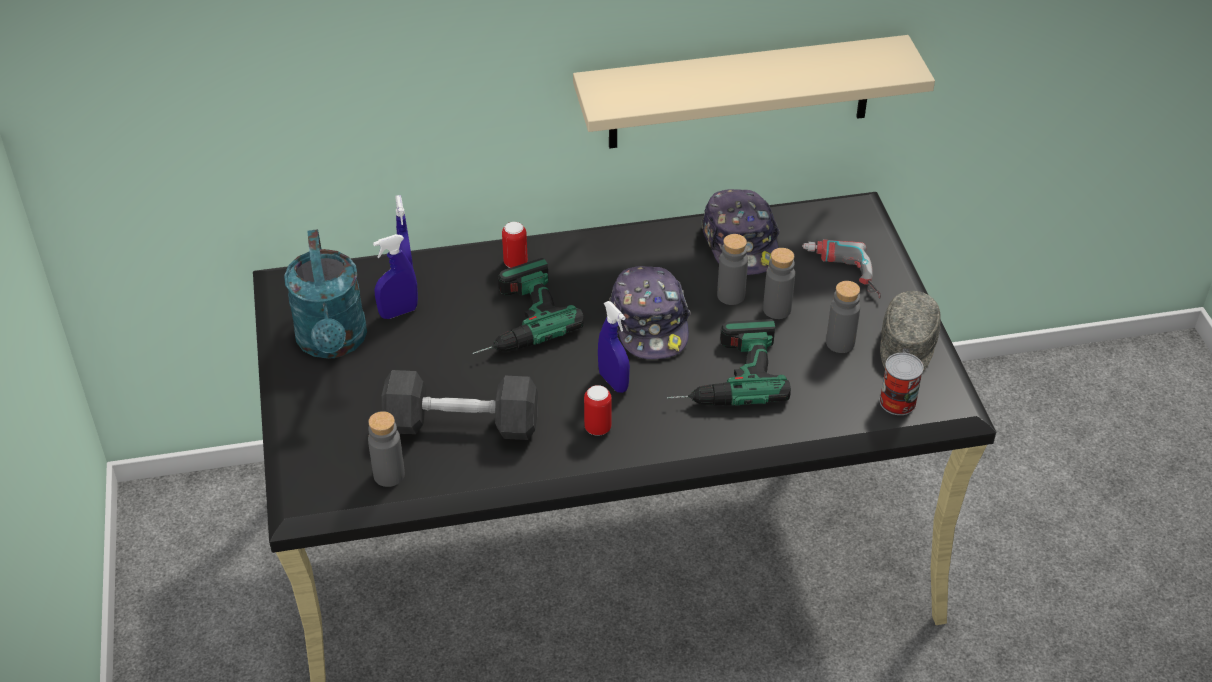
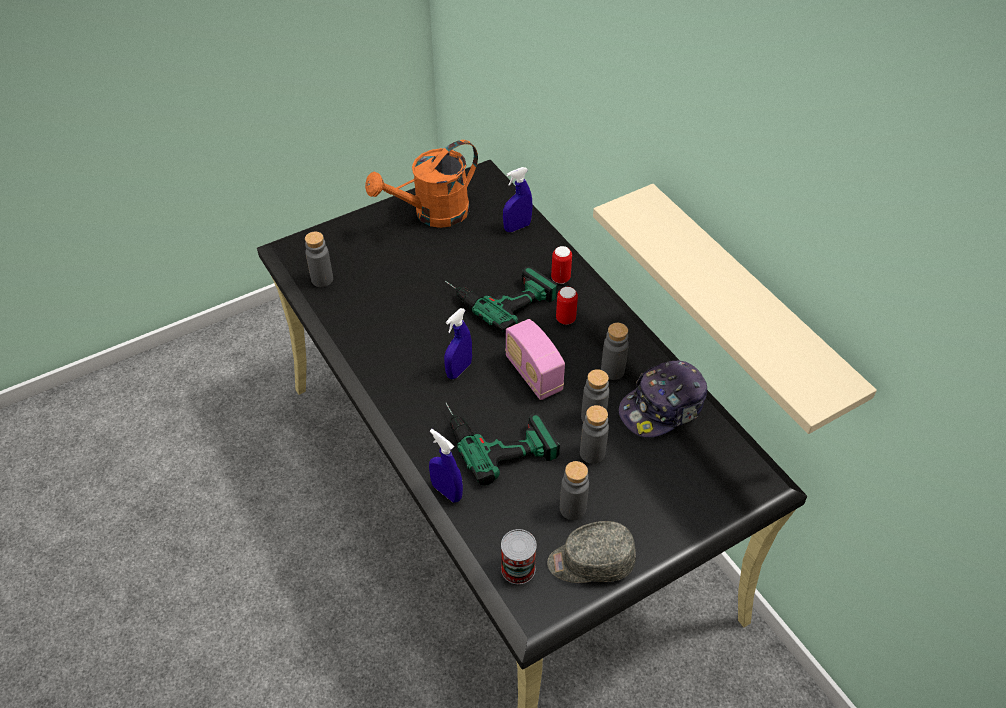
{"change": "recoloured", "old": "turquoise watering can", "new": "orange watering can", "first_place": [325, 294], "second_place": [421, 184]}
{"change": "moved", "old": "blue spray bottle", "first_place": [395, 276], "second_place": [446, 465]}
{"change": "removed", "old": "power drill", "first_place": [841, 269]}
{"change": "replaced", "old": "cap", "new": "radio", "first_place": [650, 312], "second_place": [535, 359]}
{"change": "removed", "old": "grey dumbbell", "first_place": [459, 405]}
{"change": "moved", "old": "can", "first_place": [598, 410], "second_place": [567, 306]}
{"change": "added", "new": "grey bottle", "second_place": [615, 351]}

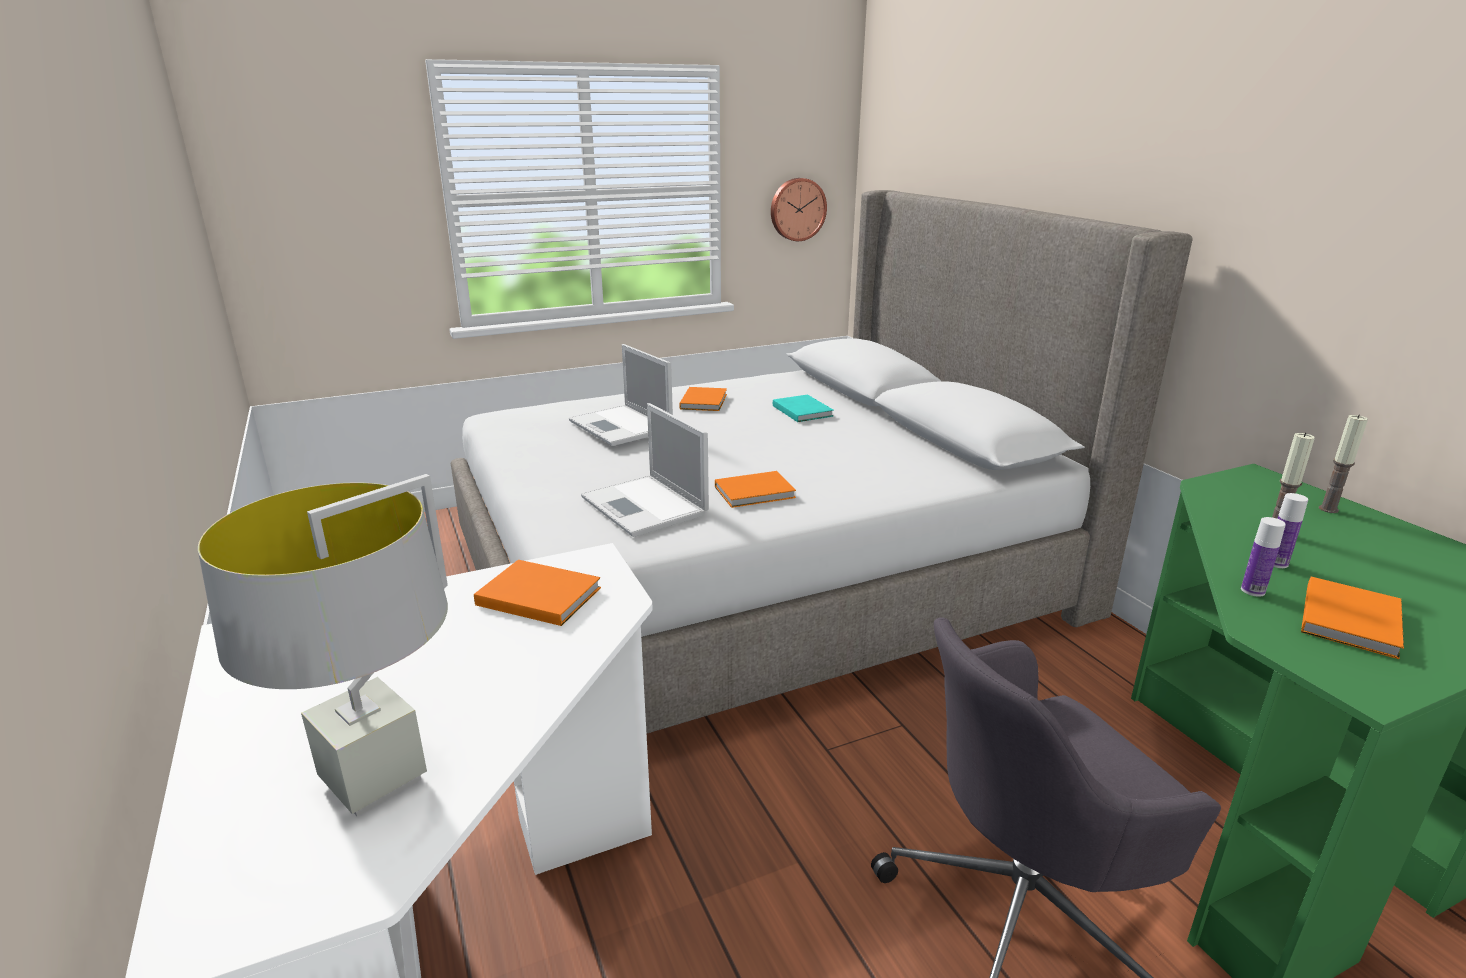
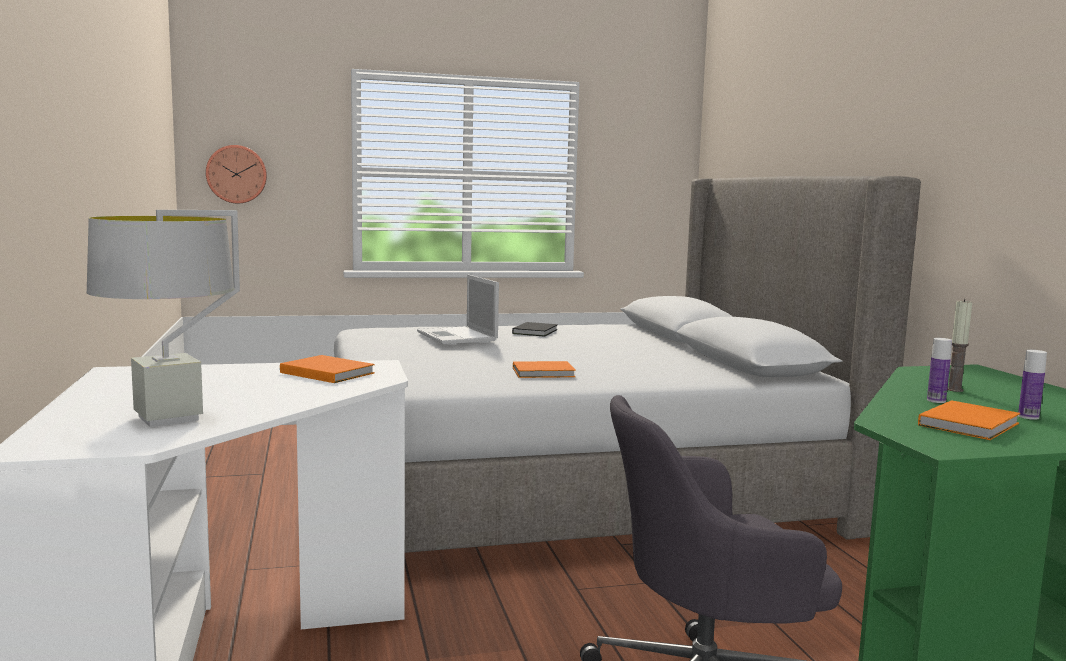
{"change": "moved", "old": "wall clock", "first_place": [799, 209], "second_place": [236, 174]}
{"change": "recoloured", "old": "orange book", "new": "black book", "first_place": [703, 399], "second_place": [535, 329]}
{"change": "removed", "old": "turquoise book", "first_place": [803, 408]}
{"change": "removed", "old": "laptop", "first_place": [645, 470]}
{"change": "removed", "old": "candle", "first_place": [1343, 463]}
{"change": "moved", "old": "bottle", "first_place": [1263, 557], "second_place": [1032, 385]}

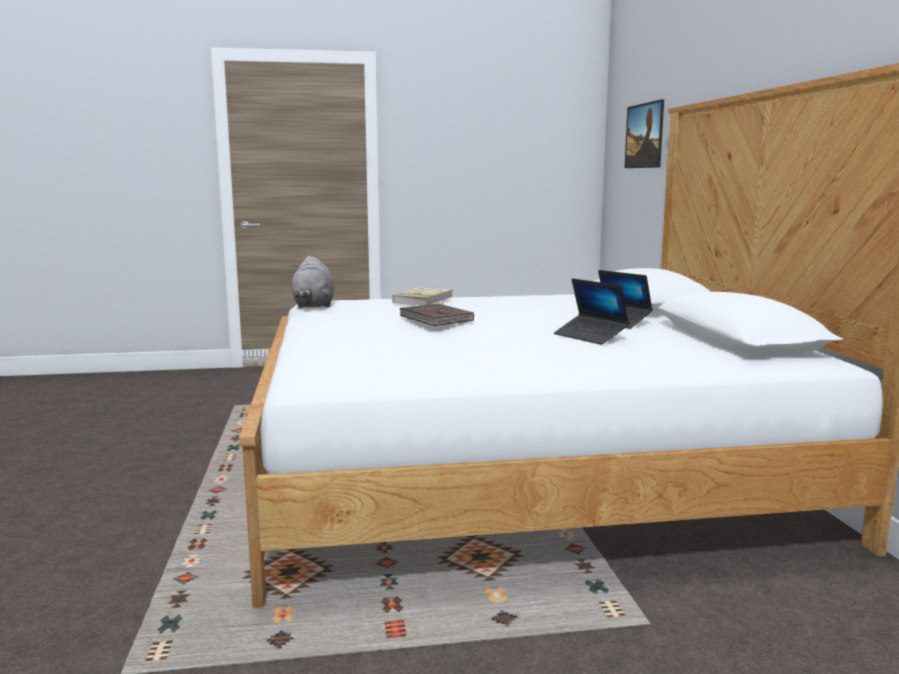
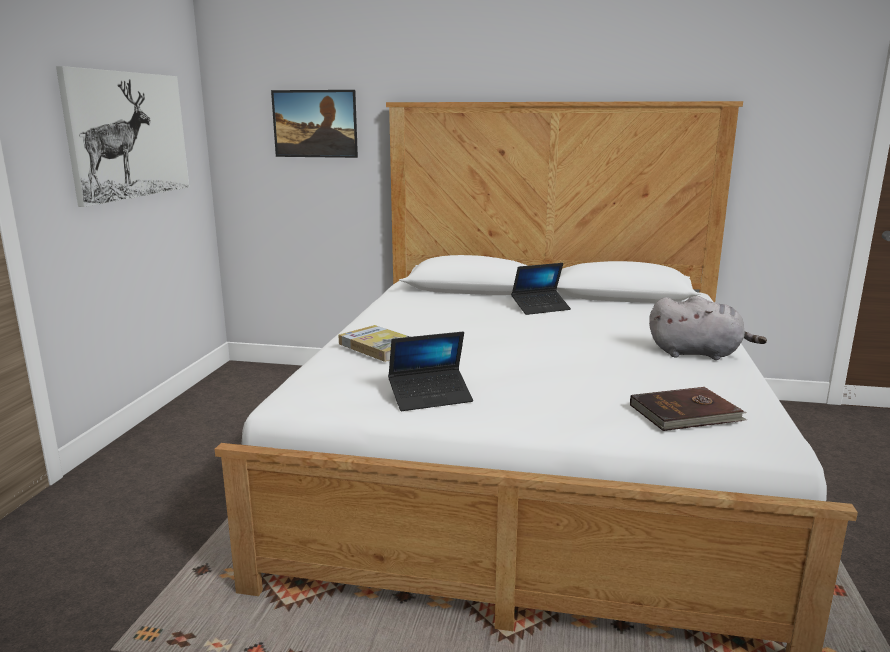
{"change": "moved", "old": "grey plush toy", "first_place": [313, 282], "second_place": [708, 328]}
{"change": "moved", "old": "laptop", "first_place": [592, 311], "second_place": [430, 371]}
{"change": "moved", "old": "brown book", "first_place": [436, 314], "second_place": [688, 409]}
{"change": "added", "new": "picture", "second_place": [122, 136]}

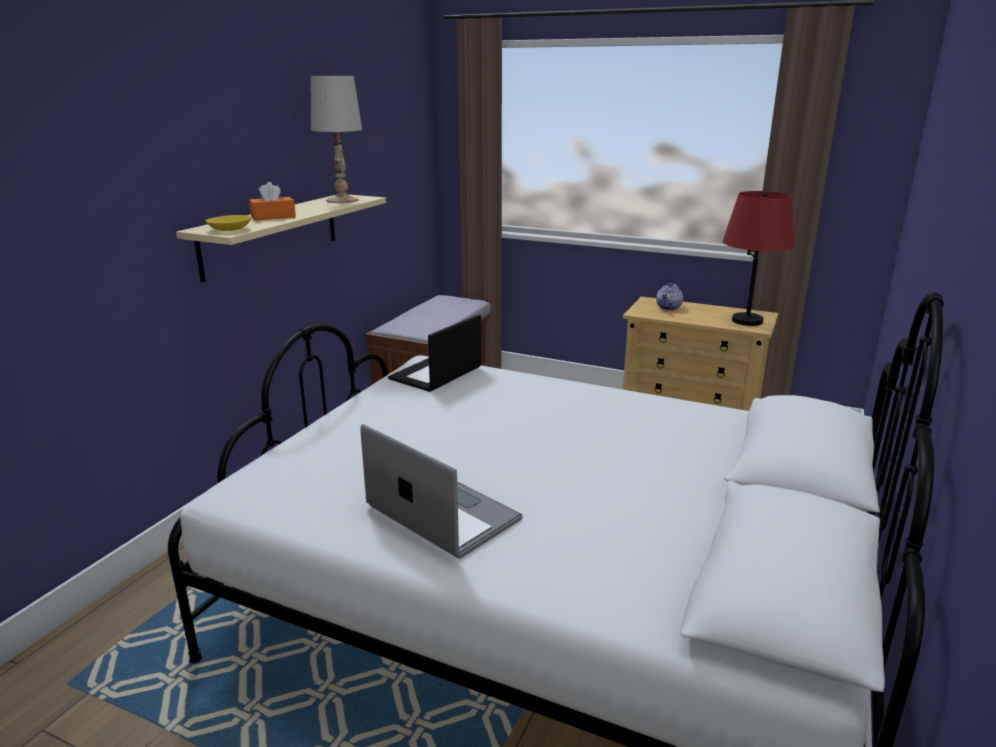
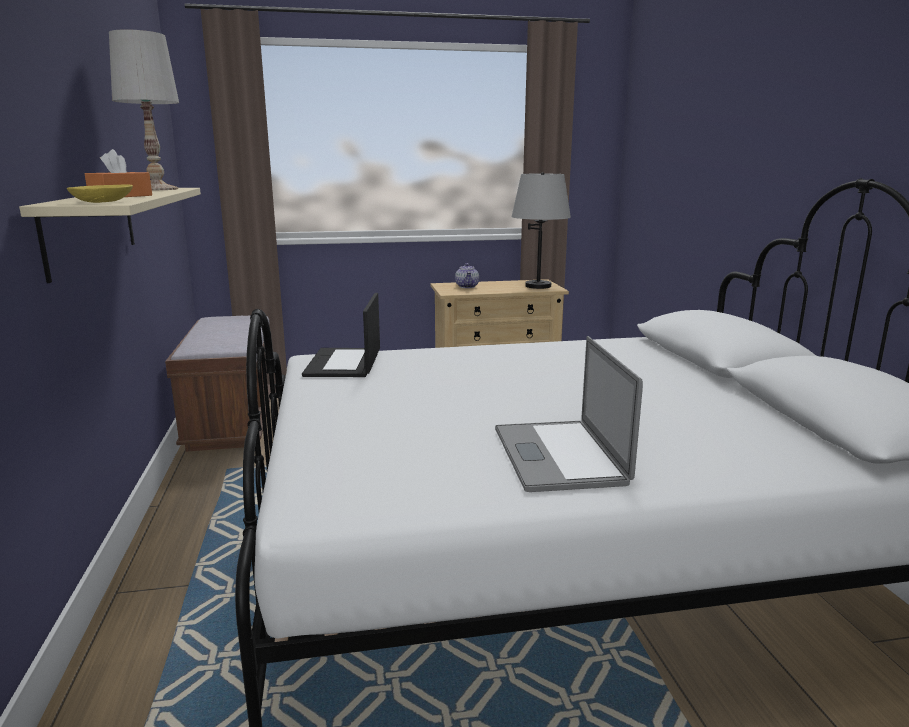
{"change": "recoloured", "old": "red table lamp", "new": "grey table lamp", "first_place": [758, 258], "second_place": [541, 230]}
{"change": "turned", "old": "laptop", "first_place": [441, 491], "second_place": [569, 414], "degrees": -105}

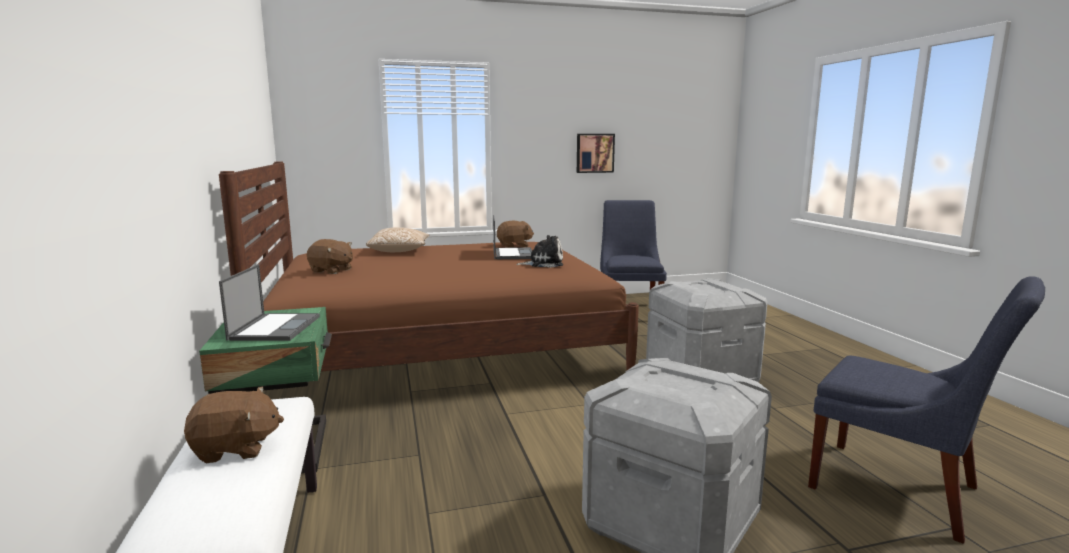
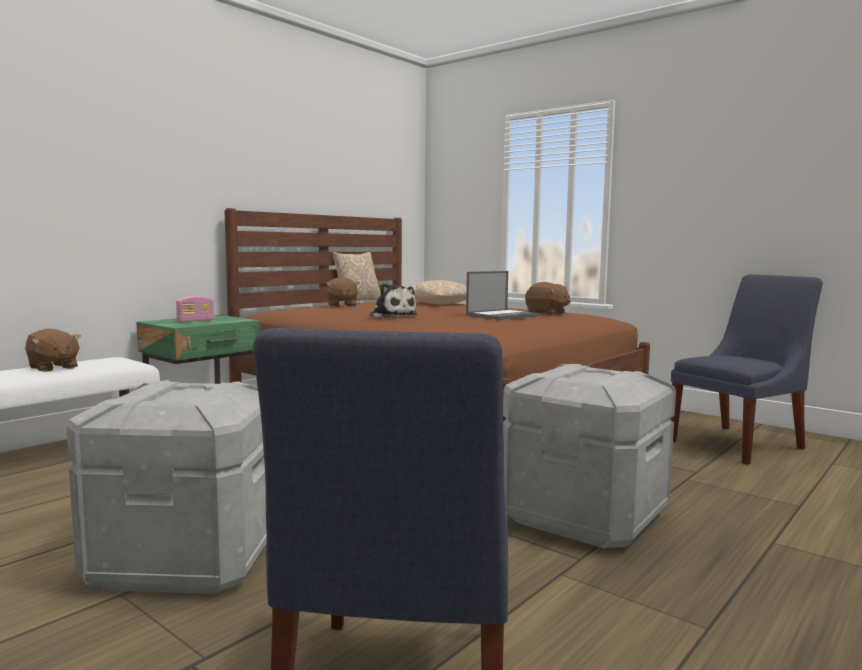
{"change": "removed", "old": "picture", "first_place": [596, 153]}
{"change": "moved", "old": "plush toy", "first_place": [539, 251], "second_place": [393, 300]}
{"change": "replaced", "old": "laptop", "new": "radio", "first_place": [269, 302], "second_place": [195, 309]}
{"change": "added", "new": "pillow", "second_place": [356, 276]}

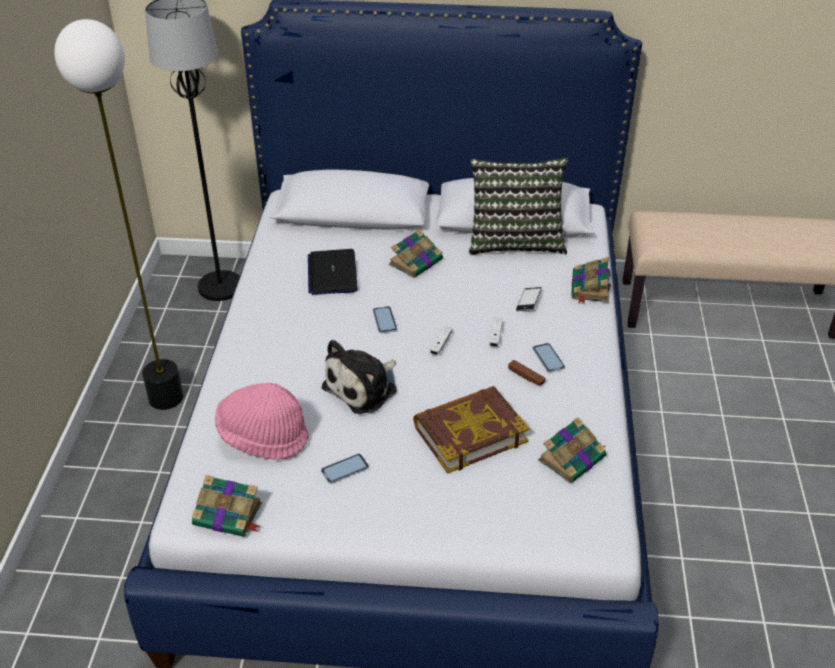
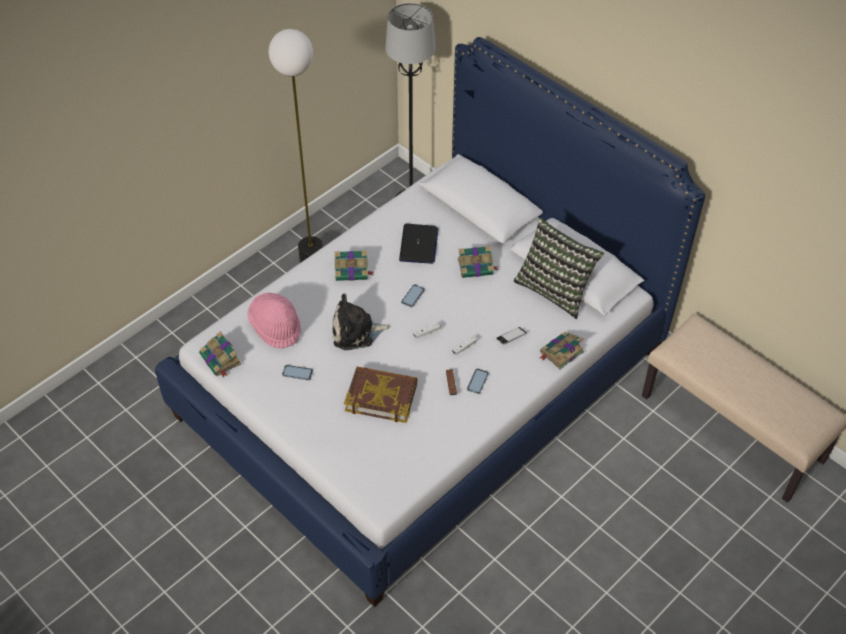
{"change": "turned", "old": "laptop", "first_place": [333, 272], "second_place": [419, 243], "degrees": 150}
{"change": "moved", "old": "book", "first_place": [572, 450], "second_place": [354, 265]}

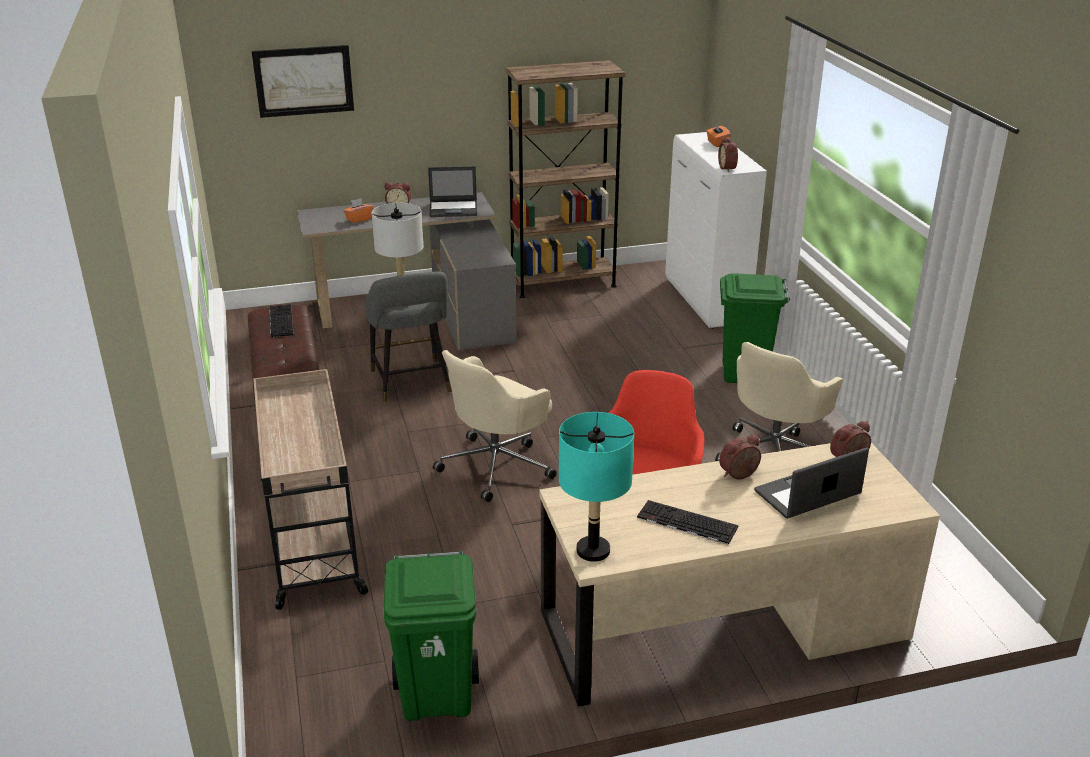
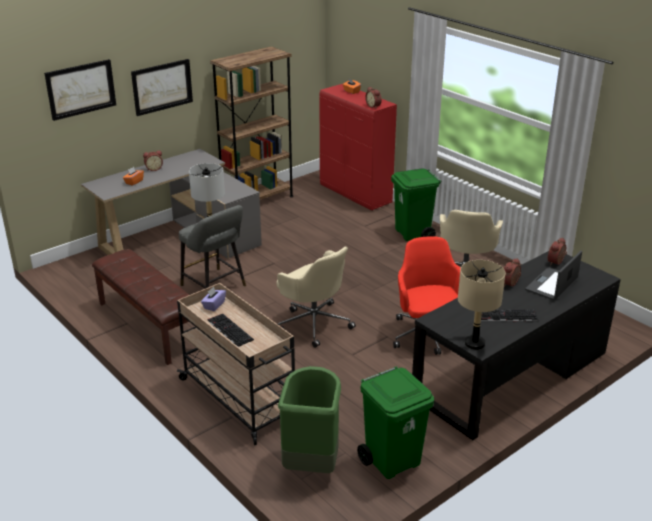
{"change": "recoloured", "old": "white cabinet", "new": "red cabinet", "first_place": [716, 230], "second_place": [358, 147]}
{"change": "removed", "old": "laptop", "first_place": [452, 191]}
{"change": "moved", "old": "keyboard", "first_place": [281, 321], "second_place": [230, 330]}
{"change": "turned", "old": "beige office chair", "first_place": [495, 426], "second_place": [316, 297], "degrees": -60}
{"change": "recoloured", "old": "turquoise table lamp", "new": "beige table lamp", "first_place": [596, 487], "second_place": [481, 305]}
{"change": "recoloured", "old": "beige desk", "new": "black desk", "first_place": [739, 575], "second_place": [516, 345]}
{"change": "added", "new": "picture", "second_place": [162, 87]}
{"change": "added", "new": "purple tissue box", "second_place": [213, 299]}
{"change": "added", "new": "green trash can", "second_place": [309, 419]}

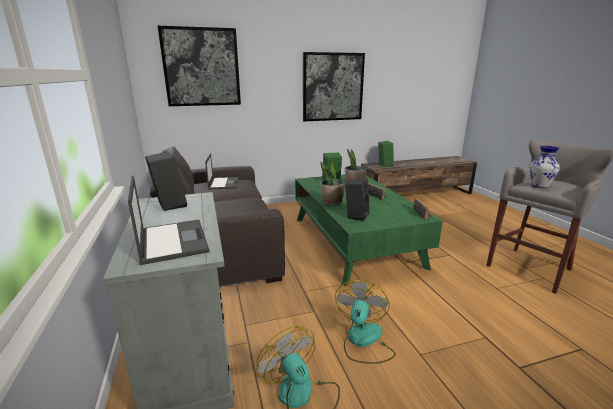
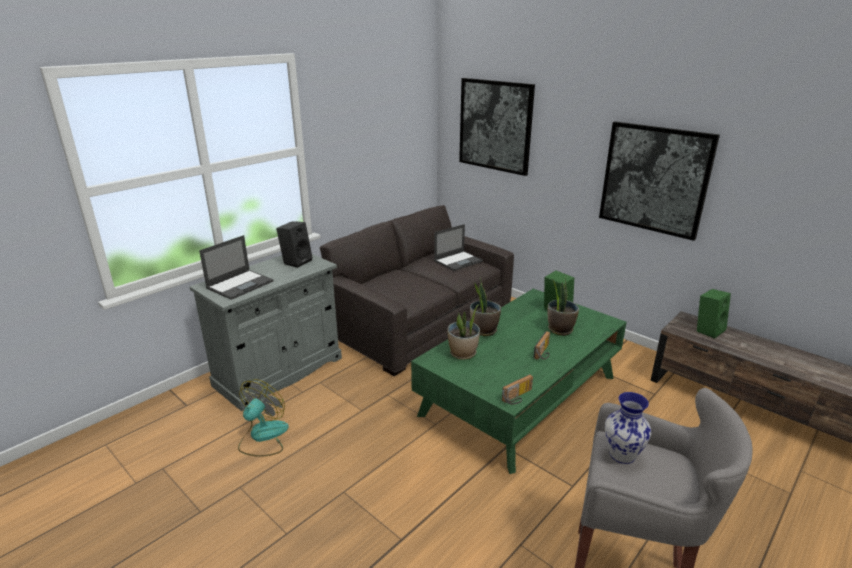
{"change": "replaced", "old": "black speaker", "new": "potted plant", "first_place": [357, 200], "second_place": [463, 332]}
{"change": "removed", "old": "fan", "first_place": [365, 321]}

